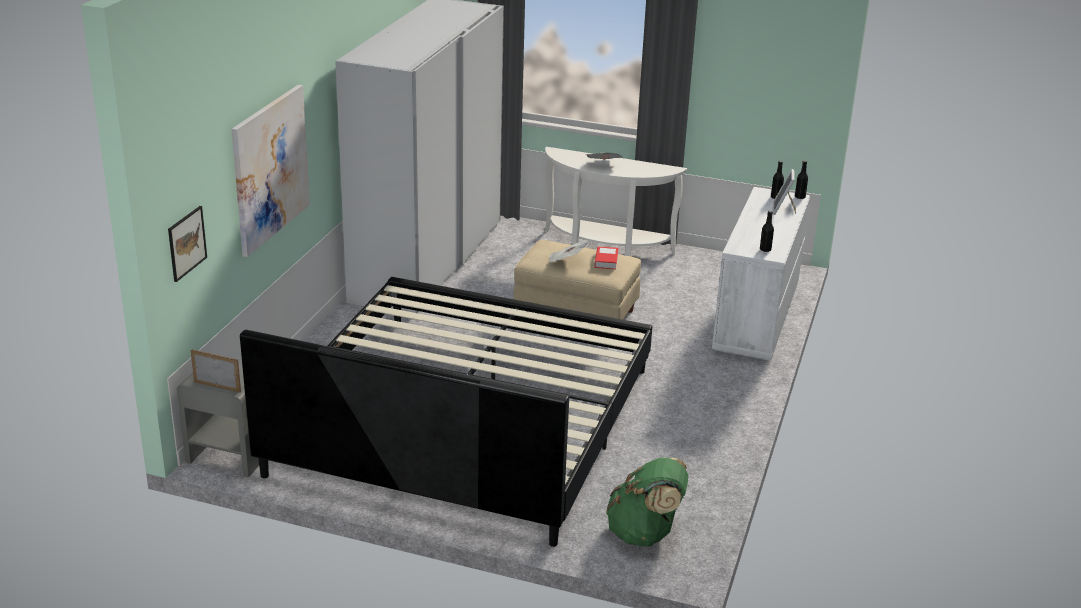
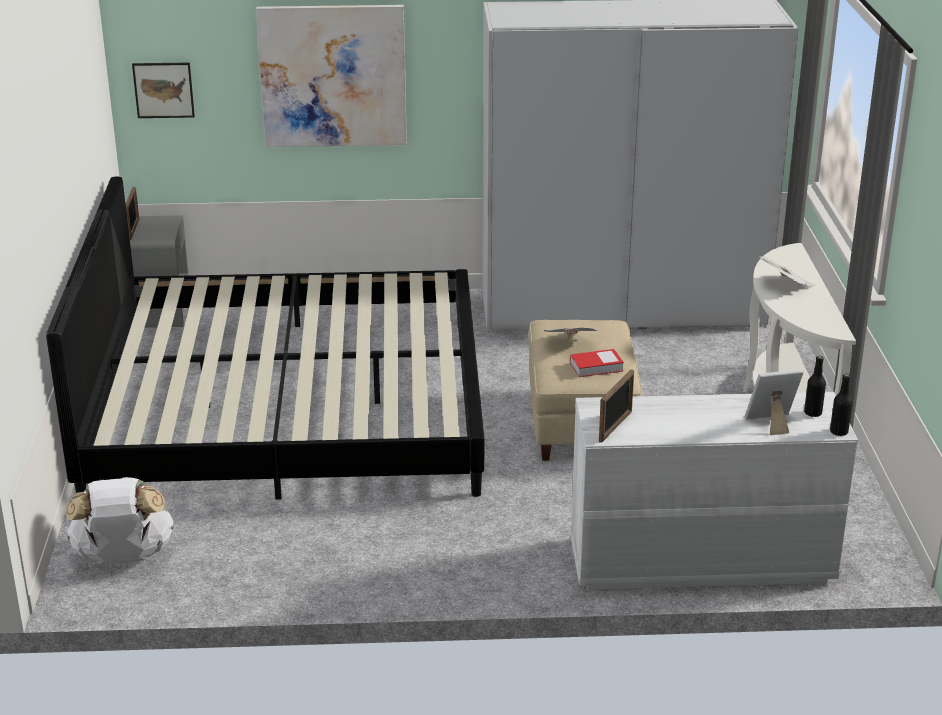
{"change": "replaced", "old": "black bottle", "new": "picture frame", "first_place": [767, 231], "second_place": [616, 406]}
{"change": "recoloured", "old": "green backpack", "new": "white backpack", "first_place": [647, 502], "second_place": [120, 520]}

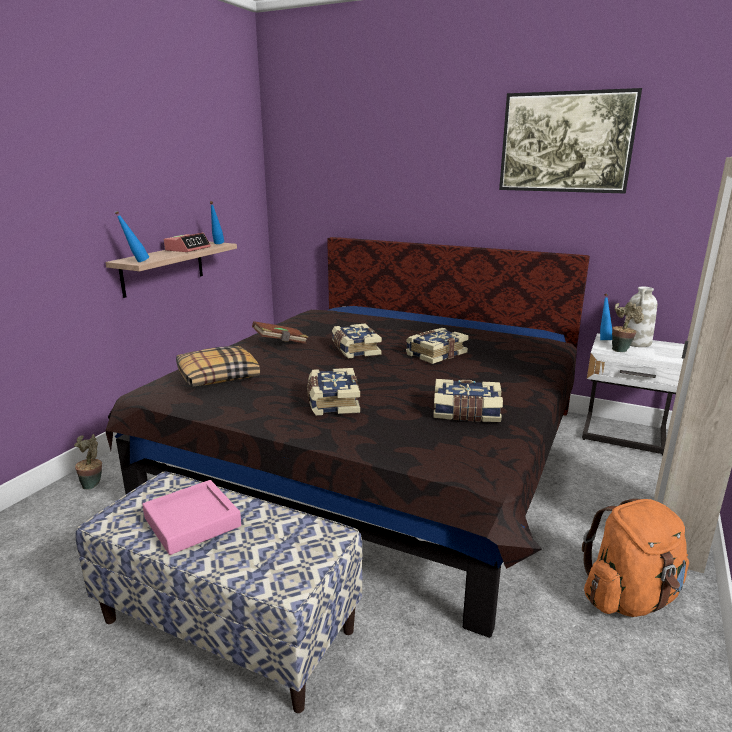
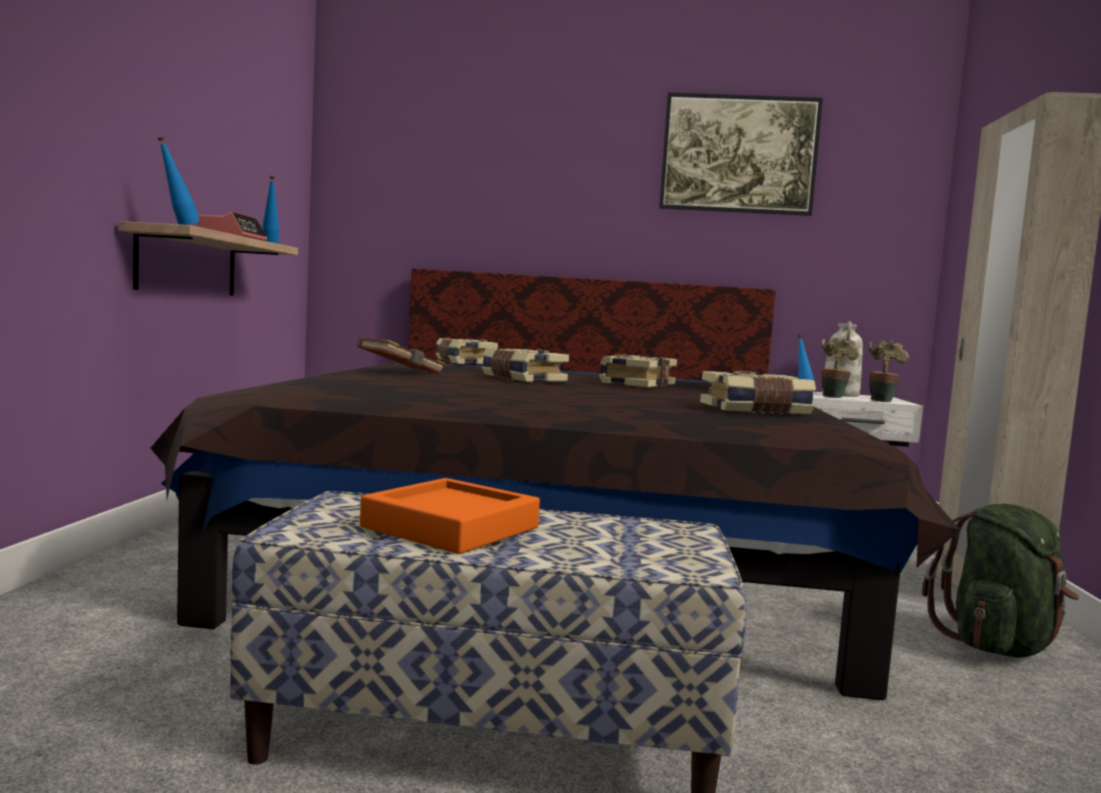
{"change": "removed", "old": "pillow", "first_place": [218, 366]}
{"change": "moved", "old": "book", "first_place": [333, 391], "second_place": [467, 351]}
{"change": "moved", "old": "potted plant", "first_place": [88, 462], "second_place": [888, 371]}
{"change": "recoloured", "old": "pink tray", "new": "orange tray", "first_place": [191, 517], "second_place": [450, 516]}
{"change": "recoloured", "old": "orange backpack", "new": "green backpack", "first_place": [635, 558], "second_place": [1000, 581]}

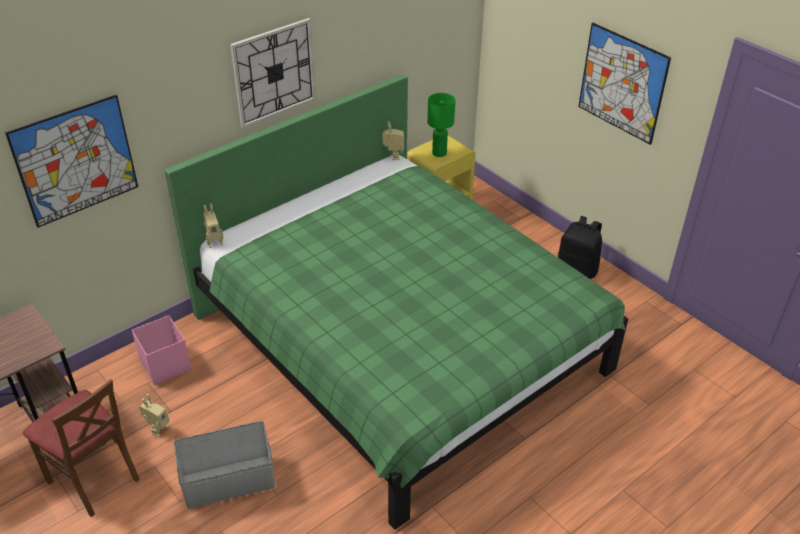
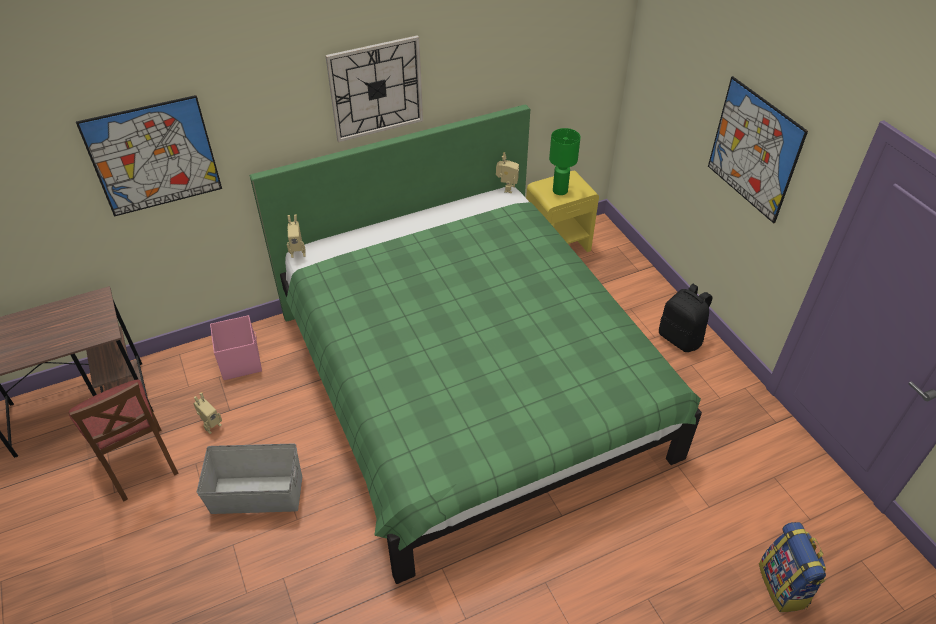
{"change": "added", "new": "backpack", "second_place": [792, 567]}

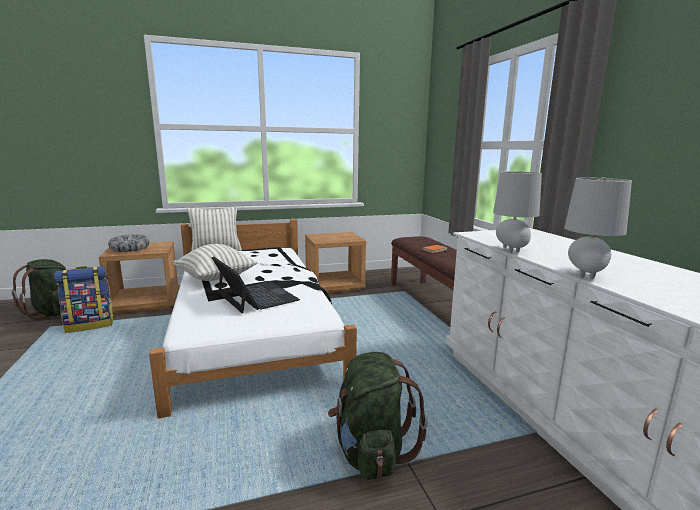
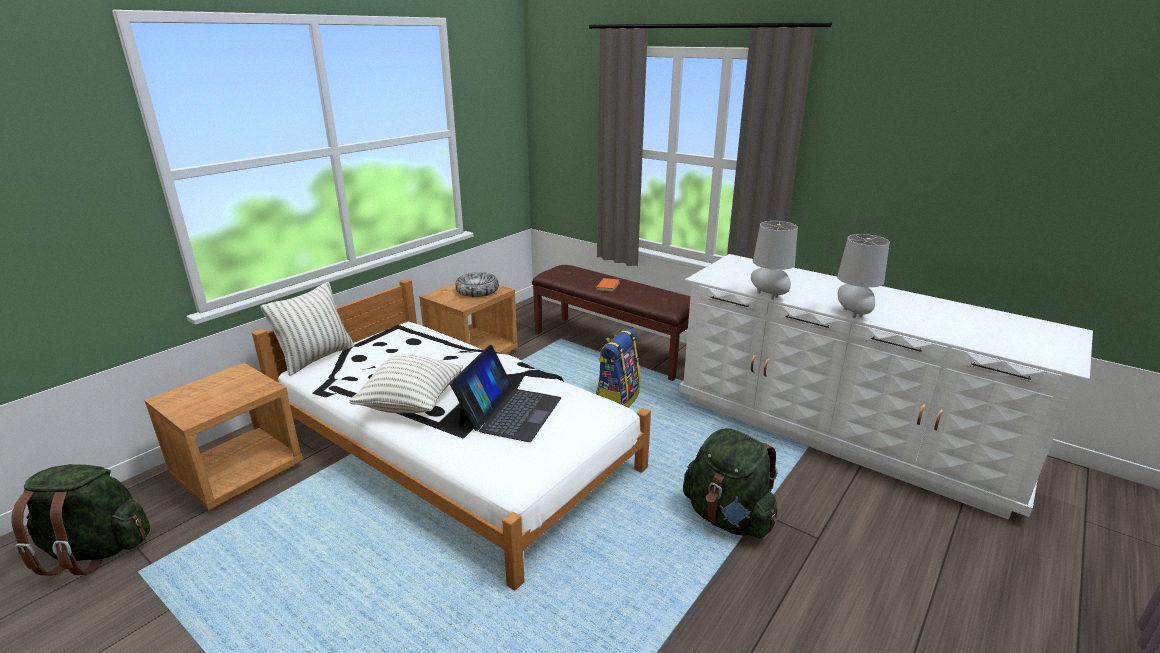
{"change": "moved", "old": "bowl", "first_place": [128, 243], "second_place": [477, 284]}
{"change": "turned", "old": "laptop", "first_place": [256, 285], "second_place": [505, 393], "degrees": 90}
{"change": "moved", "old": "backpack", "first_place": [84, 299], "second_place": [618, 368]}

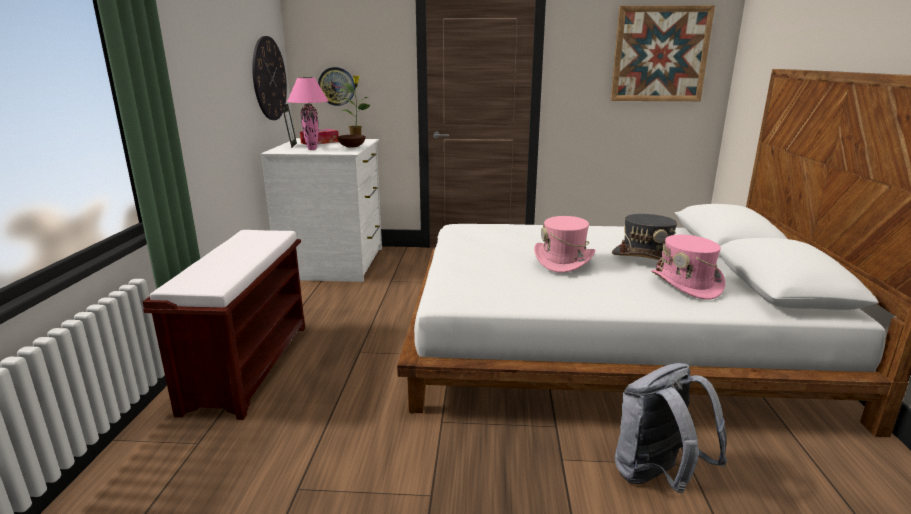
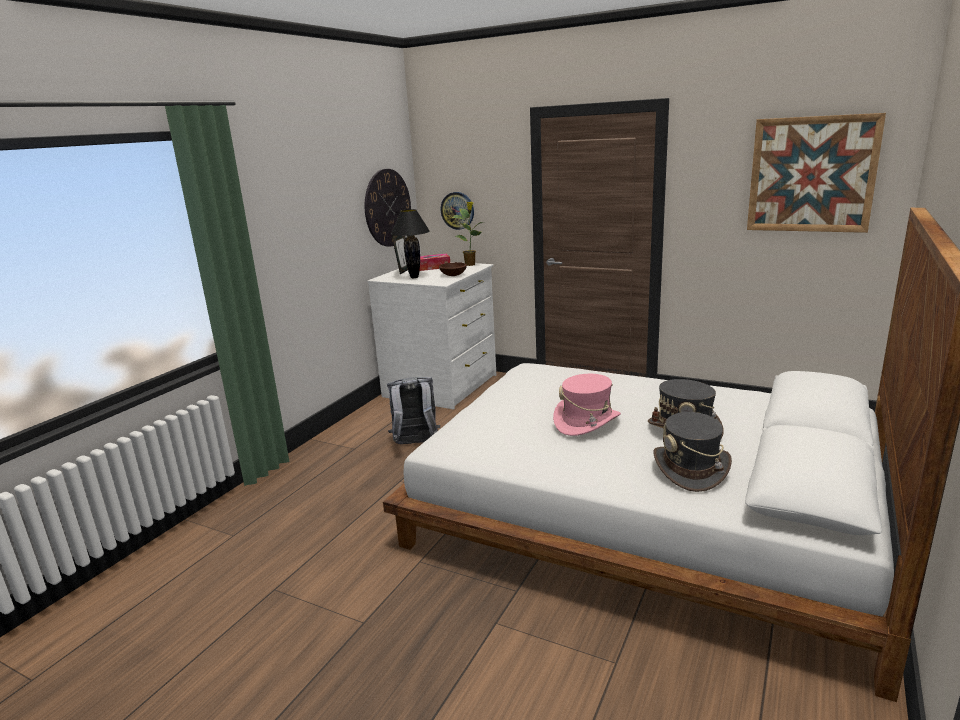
{"change": "recoloured", "old": "pink table lamp", "new": "black table lamp", "first_place": [308, 113], "second_place": [410, 243]}
{"change": "removed", "old": "brown bench", "first_place": [224, 325]}
{"change": "recoloured", "old": "pink hat", "new": "grey hat", "first_place": [688, 267], "second_place": [692, 452]}
{"change": "moved", "old": "grey backpack", "first_place": [671, 428], "second_place": [413, 410]}

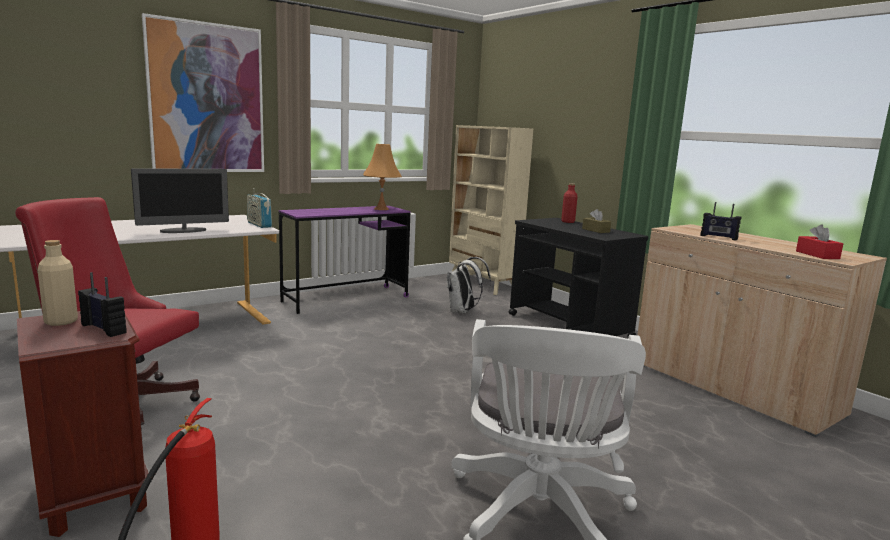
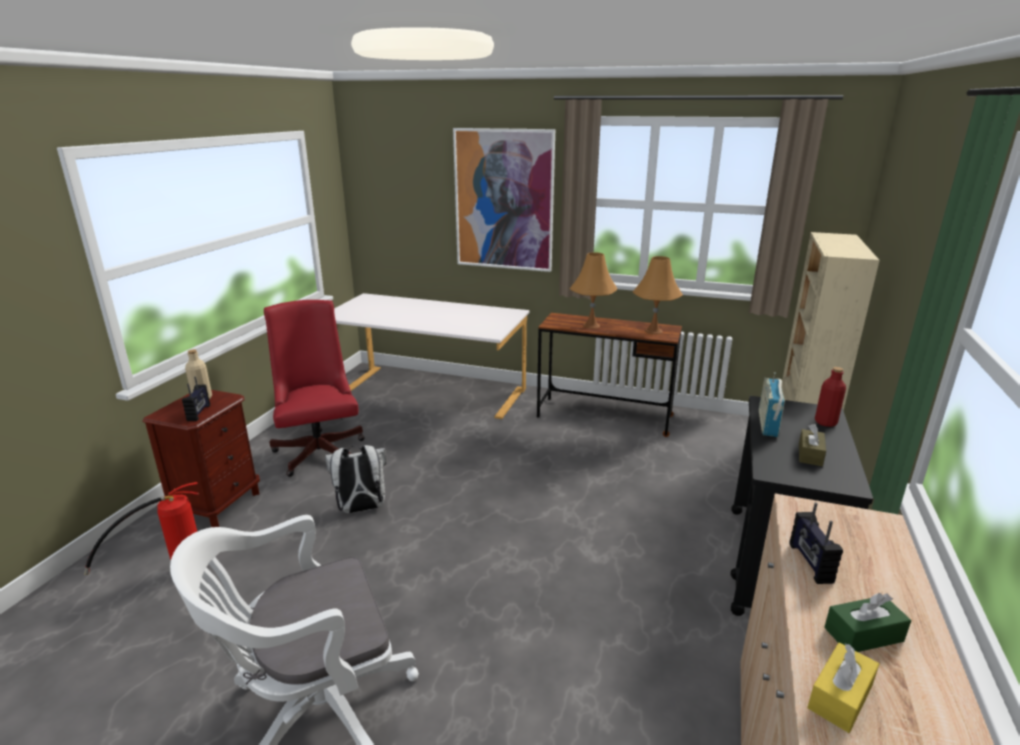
{"change": "removed", "old": "monitor", "first_place": [180, 200]}
{"change": "moved", "old": "radio", "first_place": [259, 208], "second_place": [772, 404]}
{"change": "recoloured", "old": "purple desk", "new": "brown desk", "first_place": [345, 260], "second_place": [609, 375]}
{"change": "recoloured", "old": "red tissue box", "new": "yellow tissue box", "first_place": [819, 241], "second_place": [843, 688]}
{"change": "moved", "old": "white backpack", "first_place": [469, 285], "second_place": [355, 479]}
{"change": "added", "new": "orange table lamp", "second_place": [594, 290]}
{"change": "added", "new": "green tissue box", "second_place": [867, 622]}

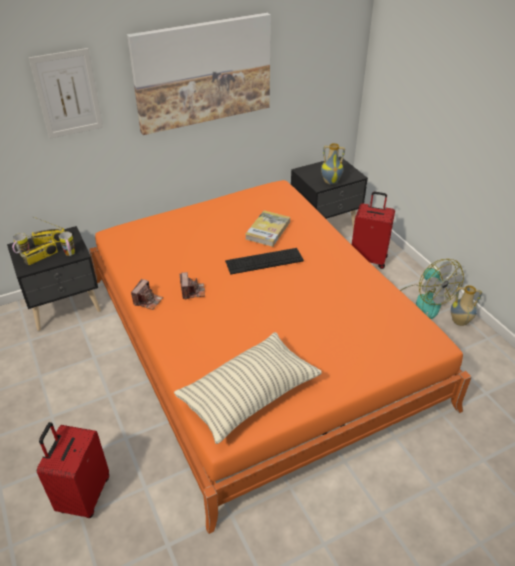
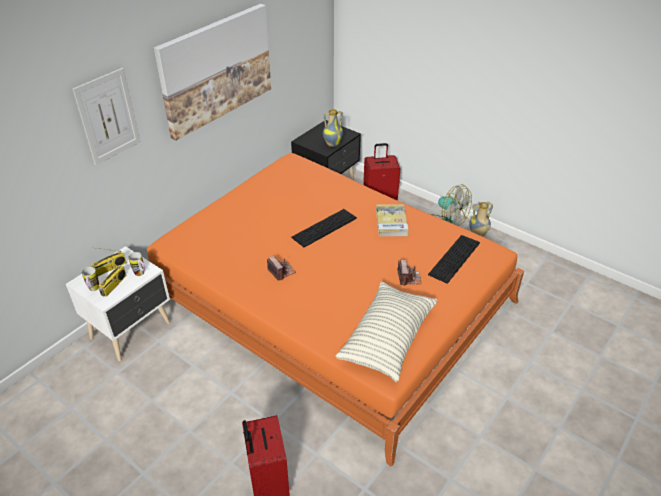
{"change": "moved", "old": "book", "first_place": [267, 229], "second_place": [392, 220]}
{"change": "recoloured", "old": "black nightstand", "new": "white nightstand", "first_place": [54, 278], "second_place": [118, 303]}
{"change": "moved", "old": "photo camera", "first_place": [147, 294], "second_place": [409, 273]}
{"change": "added", "new": "keyboard", "second_place": [454, 259]}

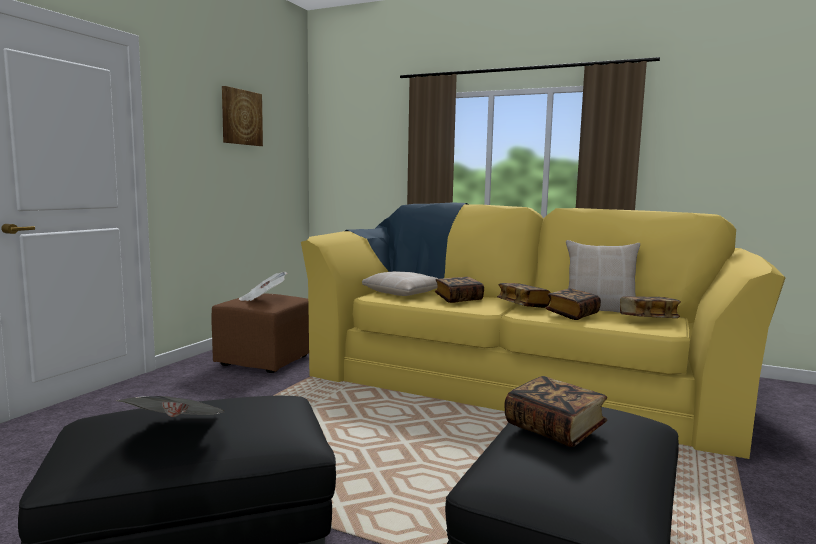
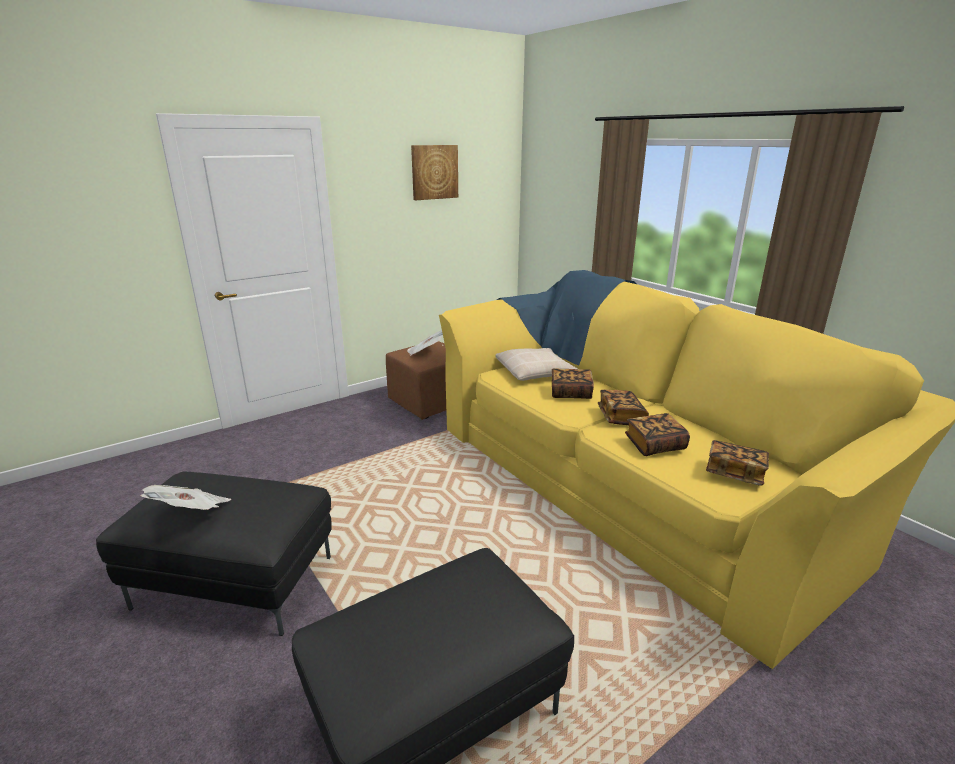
{"change": "removed", "old": "beige pillow", "first_place": [603, 276]}
{"change": "removed", "old": "book", "first_place": [555, 411]}

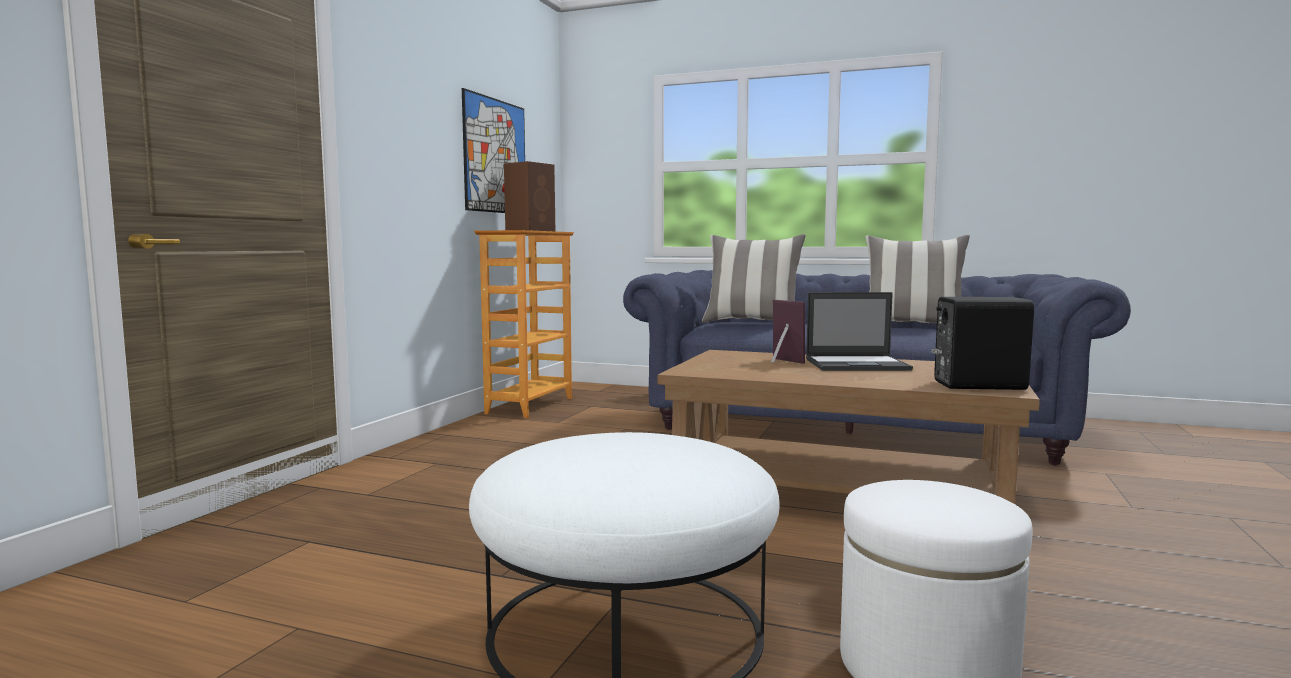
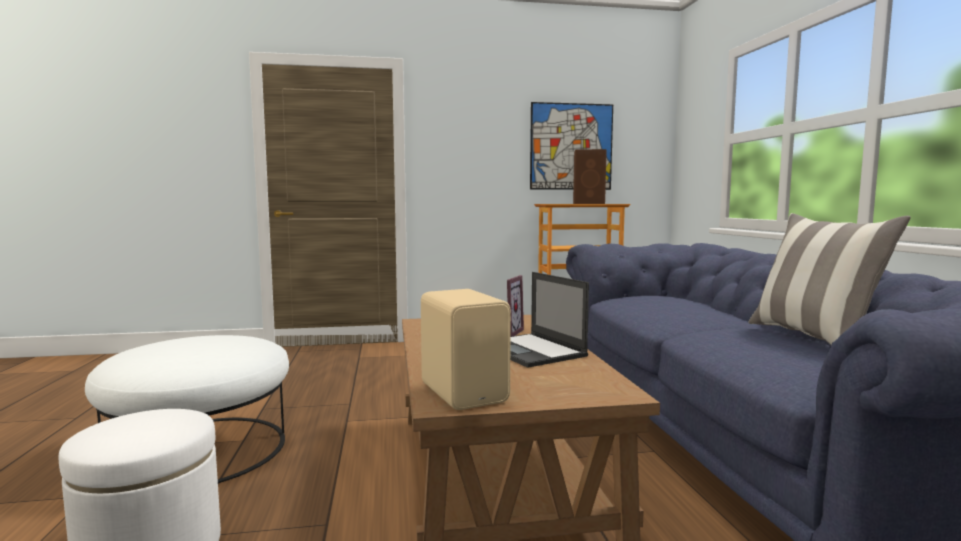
{"change": "removed", "old": "pillow", "first_place": [754, 278]}
{"change": "recoloured", "old": "black speaker", "new": "beige speaker", "first_place": [982, 343], "second_place": [466, 349]}

